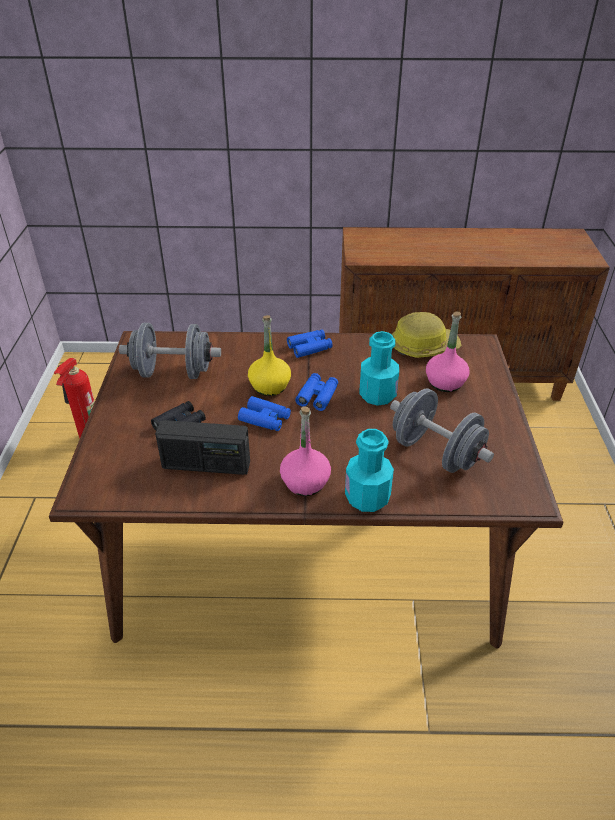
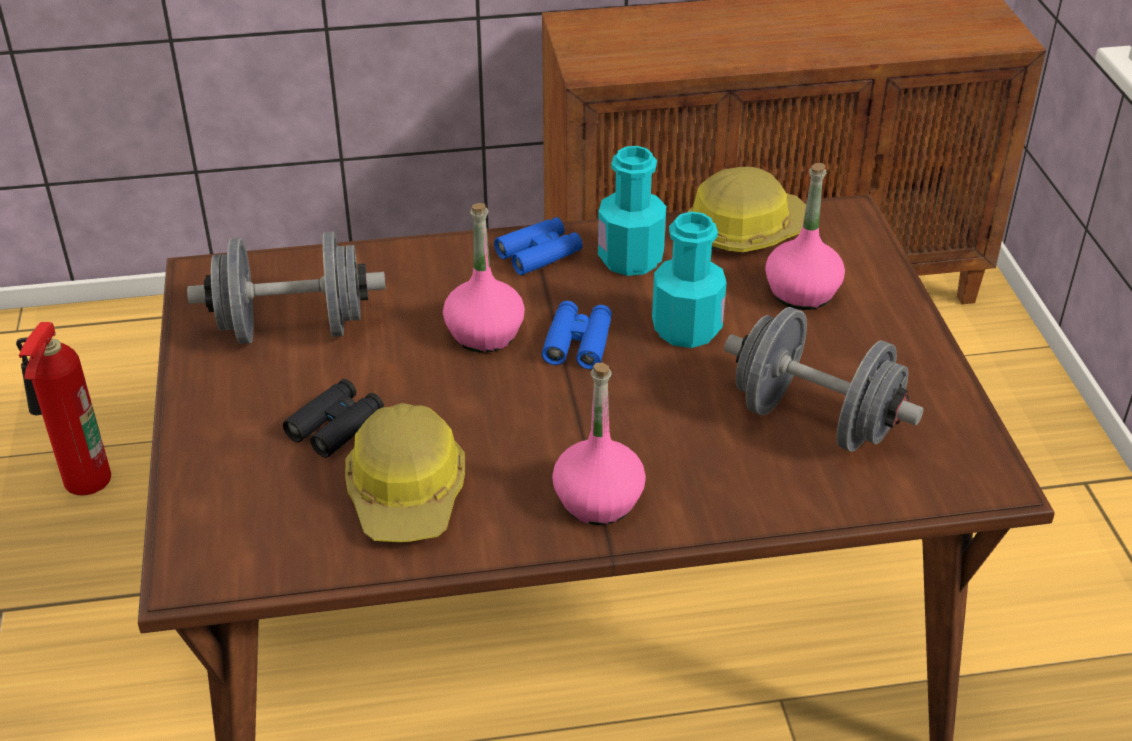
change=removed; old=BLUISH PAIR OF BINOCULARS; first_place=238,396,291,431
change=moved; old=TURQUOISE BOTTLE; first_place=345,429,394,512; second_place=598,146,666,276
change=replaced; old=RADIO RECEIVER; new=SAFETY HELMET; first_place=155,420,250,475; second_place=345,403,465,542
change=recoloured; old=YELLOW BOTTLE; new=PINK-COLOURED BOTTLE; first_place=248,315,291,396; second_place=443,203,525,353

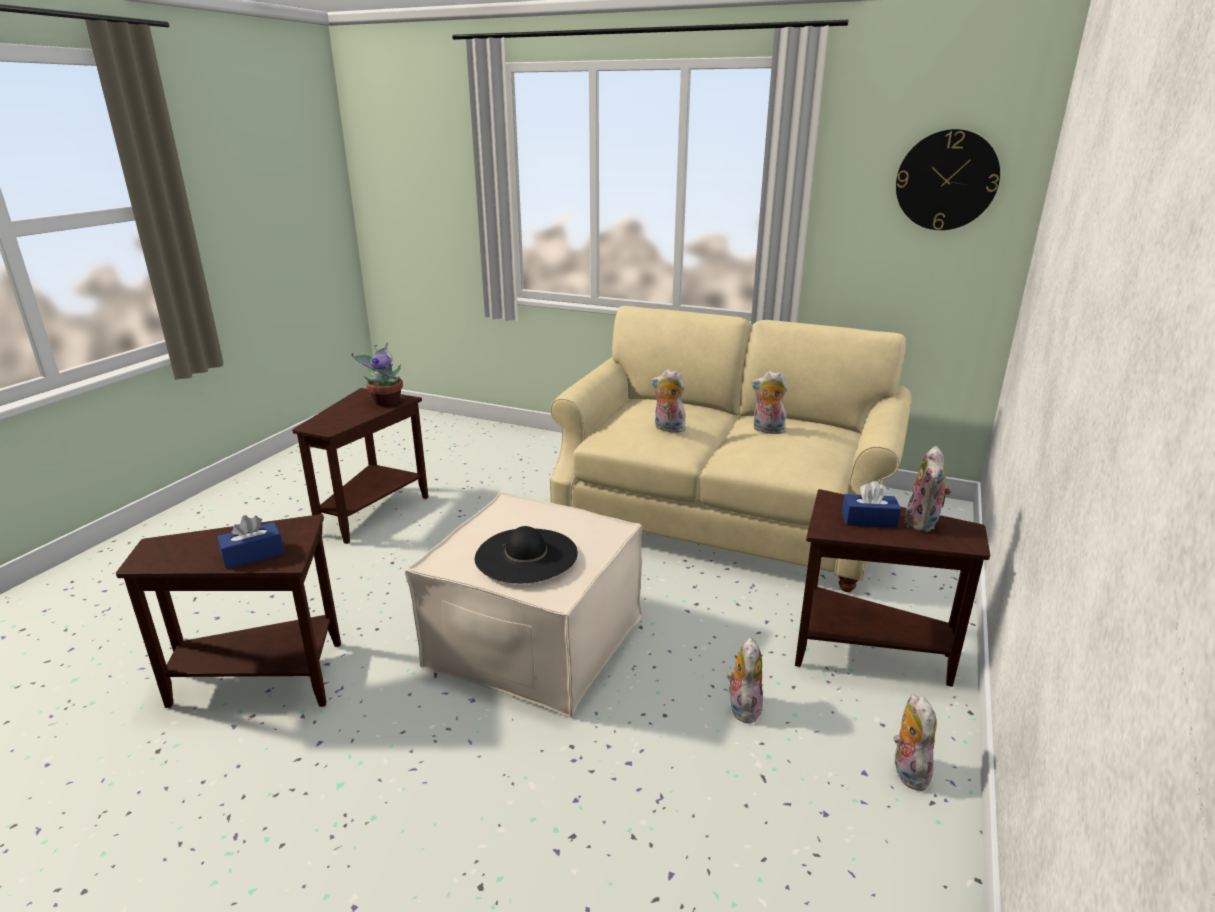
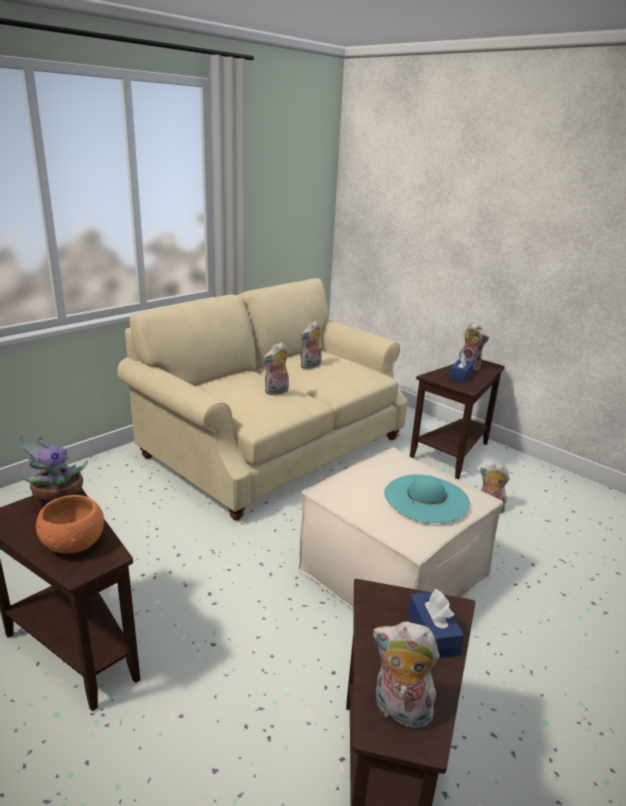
change=removed; old=HANGING CLOCK; first_place=896,129,1000,230
change=added; new=ORANGE SERVING BOWL; second_place=36,495,104,553
change=moved; old=CUDDLY TOY; first_place=893,694,936,791; second_place=373,621,440,731
change=recoloured; old=BLACK CLOTHING HAT; new=TURQUOISE CLOTHING HAT; first_place=475,526,578,583; second_place=384,474,470,523

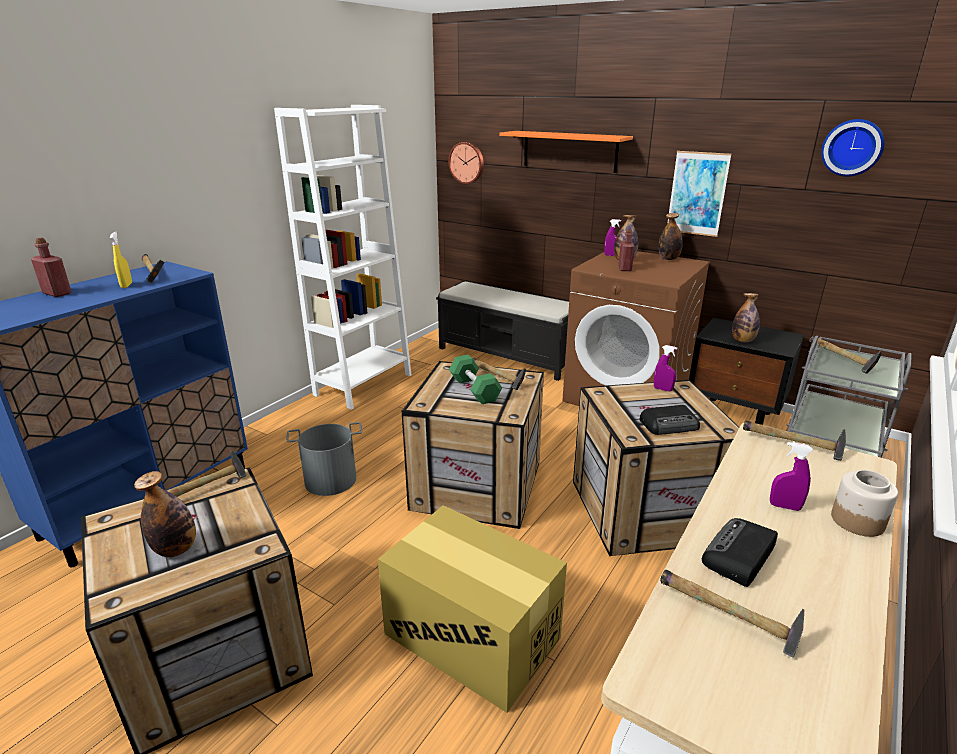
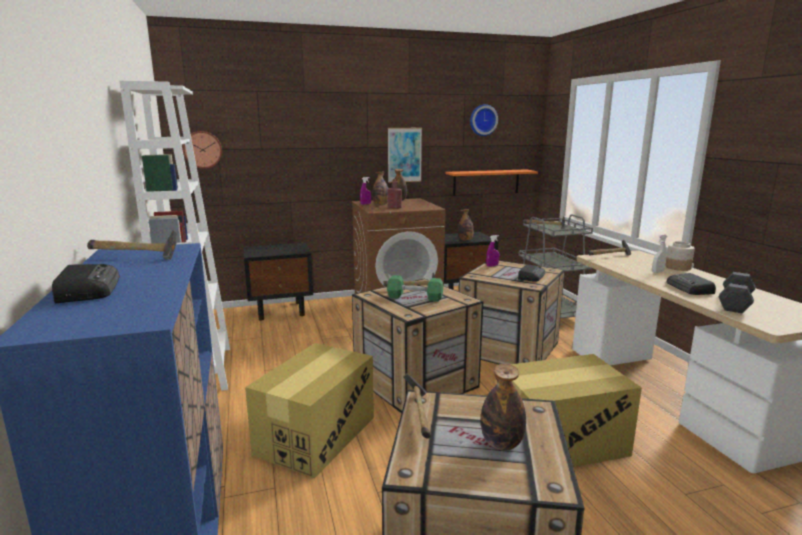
change=removed; old=YELLOW SPRAYER; first_place=110,232,132,288
change=moved; old=ORANGE BRACKET SHELF; first_place=499,131,633,173; second_place=445,169,538,196
change=replaced; old=RED-COLOURED BOTTLE; new=RADIO RECEIVER; first_place=31,238,71,297; second_place=52,264,120,303
change=replaced; old=GREY WATER BUCKET; new=CARDBOARD BOX; first_place=286,422,362,496; second_place=245,343,374,478
change=replaced; old=BLACK LONG SEAT; new=BLACK NIGHTSTAND; first_place=436,281,569,381; second_place=244,243,313,321
change=replaced; old=HAND HAMMER; new=GREY DUMBBELL; first_place=660,570,805,657; second_place=719,272,756,313
change=recoloured; old=PURPLE-COLOURED SPRAYER; new=WHITE-COLOURED SPRAYER; first_place=770,442,813,511; second_place=652,235,667,273

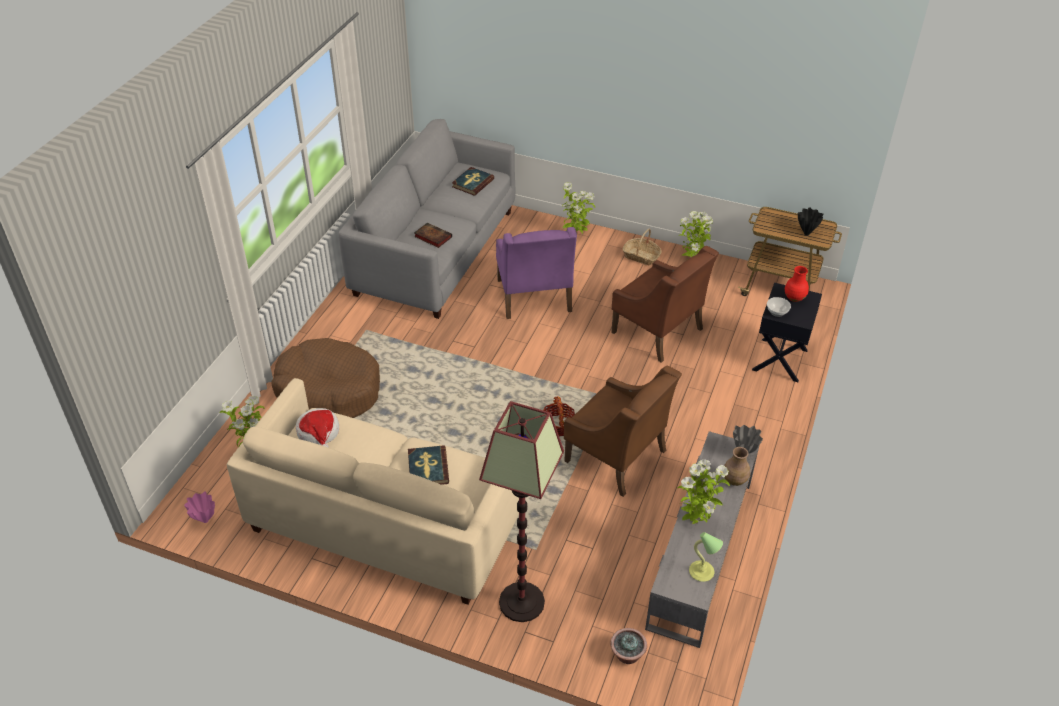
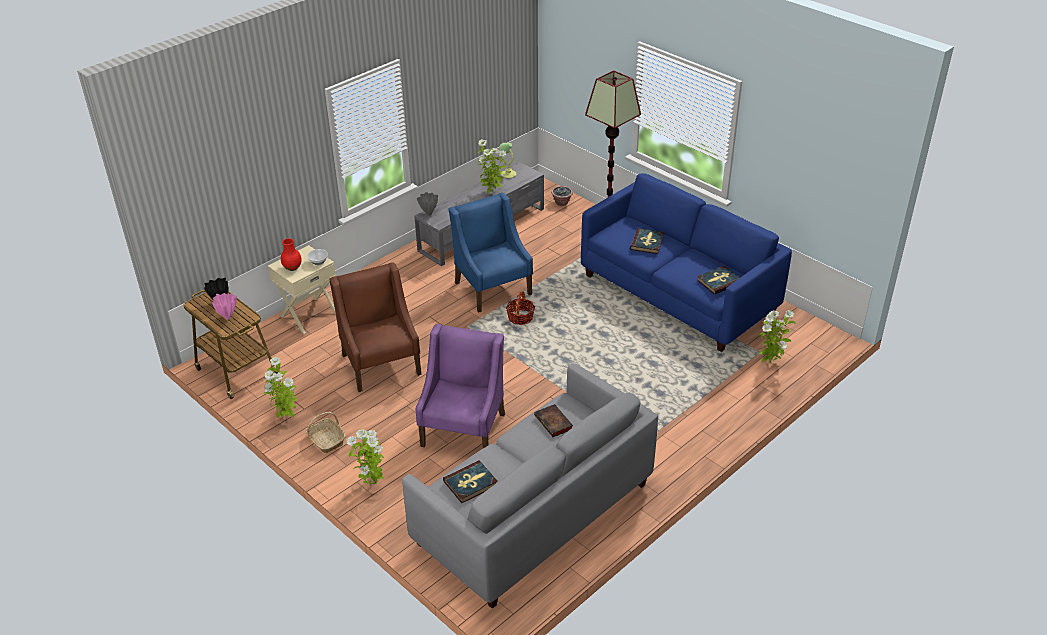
change=removed; old=BROWNISH DOG BED; first_place=271,338,380,418
change=removed; old=BROWNISH VASE; first_place=724,447,750,486
change=moved; old=PINK-COLOURED VASE; first_place=184,491,215,523; second_place=212,293,237,320
change=replaced; old=CLOTHING HAT; new=BOOK; first_place=296,408,339,448; second_place=697,266,740,294
change=recoloured; old=BEIGE-COLOURED SOFA; new=BLUISH SOFA; first_place=227,378,519,605; second_place=581,173,792,352
change=recoloured; old=BROWNISH LOUNGE CHAIR; new=BLUISH LOUNGE CHAIR; first_place=564,365,682,497; second_place=448,193,533,313
change=recoloured; old=BLACK NIGHTSTAND; new=BEIGE-COLOURED NIGHTSTAND; first_place=752,283,822,382; second_place=268,245,336,334

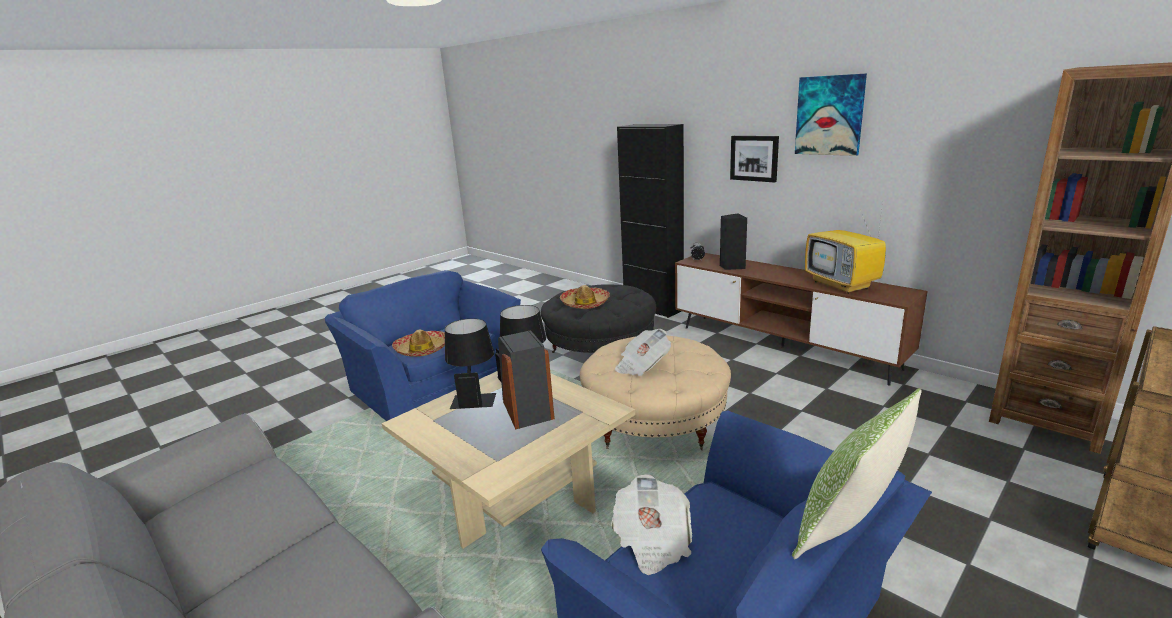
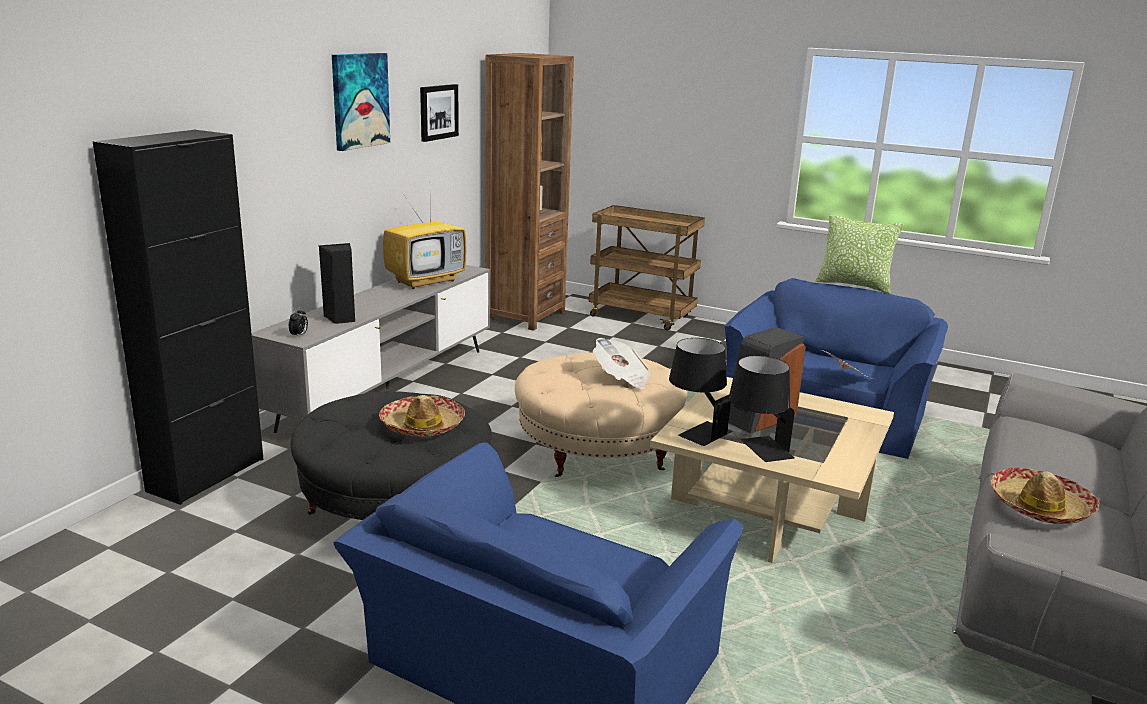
change=moved; old=CLOTHING HAT; first_place=392,330,445,357; second_place=991,467,1099,524
change=moved; old=WALL ART; first_place=730,136,779,183; second_place=420,84,459,142
change=recoloured; old=BROWNISH MEDIA CONSOLE; new=GREY MEDIA CONSOLE; first_place=675,253,928,386; second_place=252,265,490,433

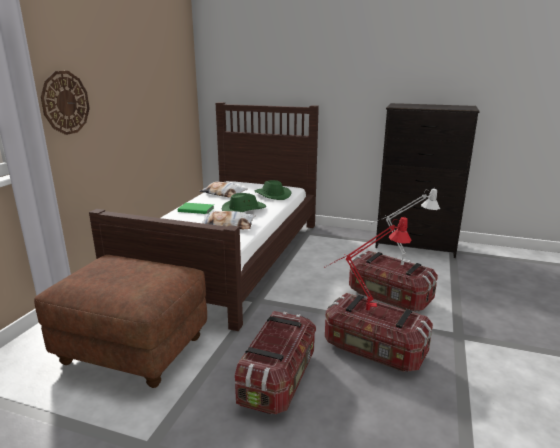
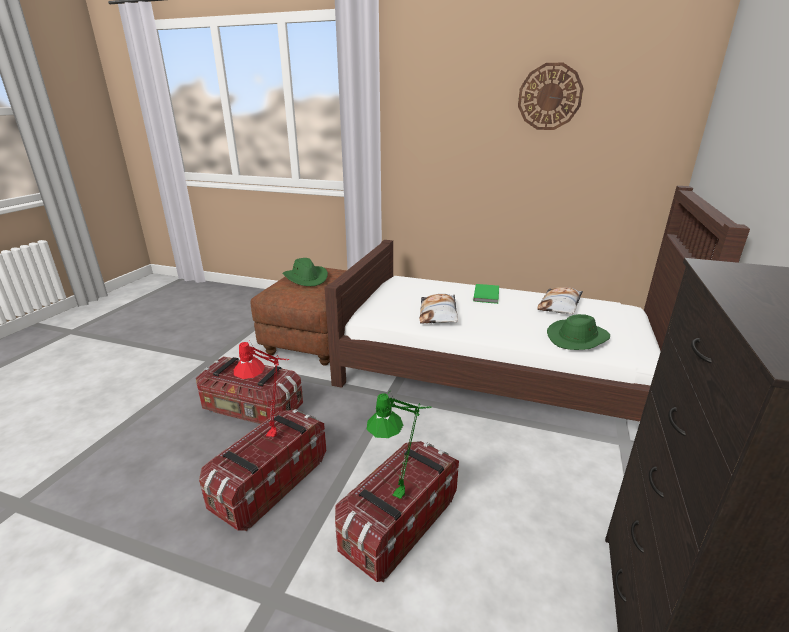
change=moved; old=HANGING CLOCK; first_place=41,71,90,135; second_place=518,63,583,130
change=moved; old=GREENISH CLOTHING HAT; first_place=222,193,266,212; second_place=283,258,328,286
change=recoloured; old=GREY LAMP FOR A TABLE; new=GREENISH LAMP FOR A TABLE; first_place=371,188,440,266; second_place=367,391,432,499

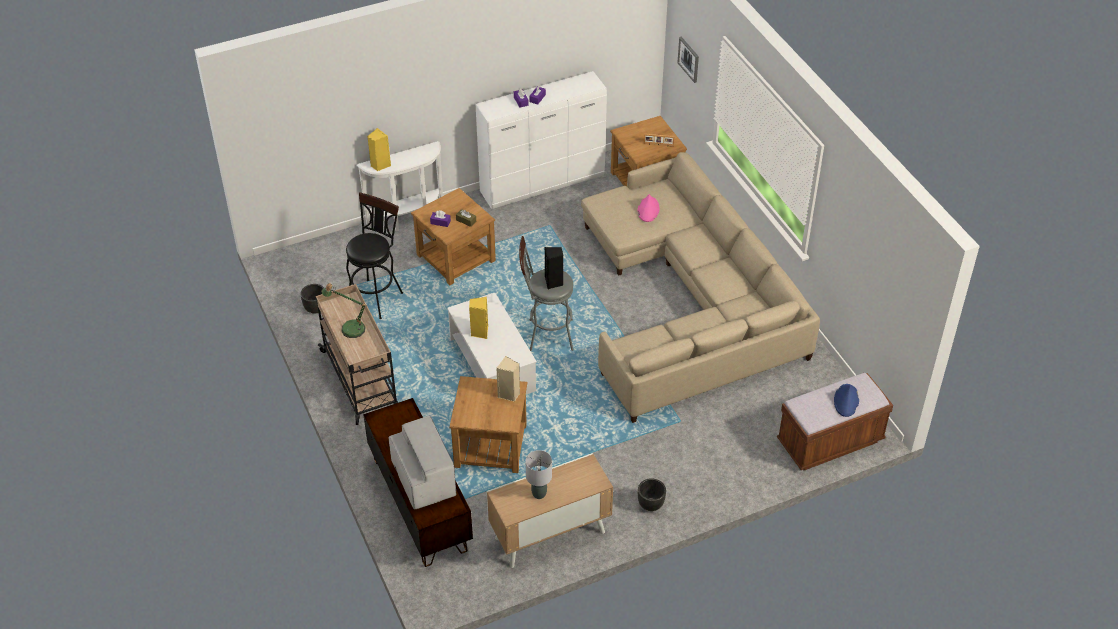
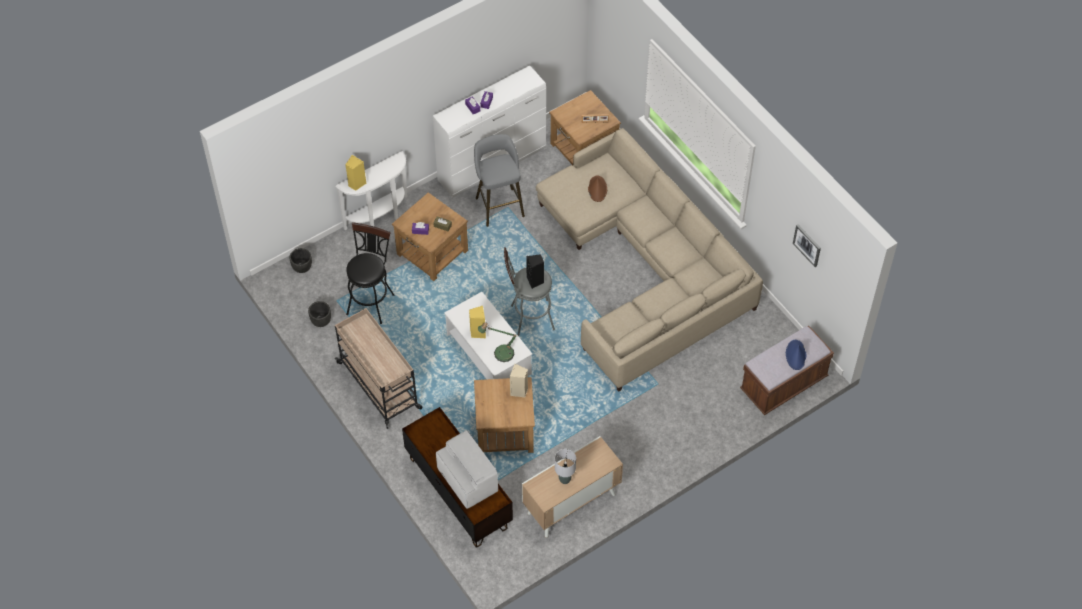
change=added; new=GREY STOOL; second_place=474,134,525,227
change=moved; old=LAMP FOR A TABLE; first_place=322,283,366,338; second_place=478,322,518,362
change=moved; old=BLACK PLANT POT; first_place=638,478,666,511; second_place=290,248,312,273
change=moved; old=WALL ART; first_place=677,37,699,83; second_place=793,224,821,267
change=recoloured; old=PINK-COLOURED CLOTHING HAT; new=BROWNISH CLOTHING HAT; first_place=638,194,659,222; second_place=588,176,607,202

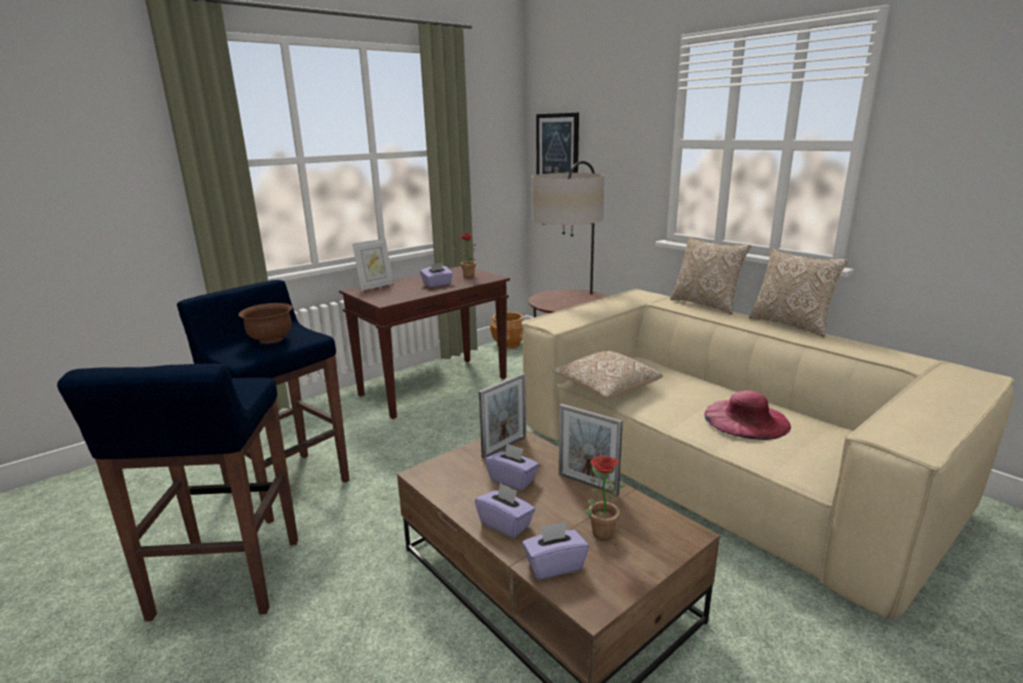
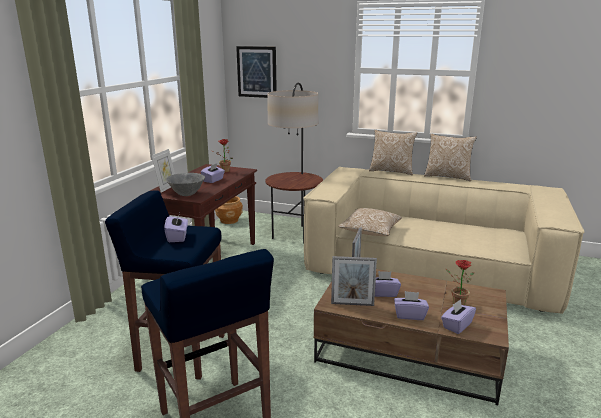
change=removed; old=PINK-COLOURED CLOTHING HAT; first_place=704,390,791,440
change=added; new=GREY SERVING BOWL; second_place=166,173,205,196
change=moved; old=PICTURE FRAME; first_place=559,404,623,495; second_place=331,256,377,306
change=replaced; old=BROWNISH SERVING BOWL; new=PURPLE-COLOURED TISSUE HOLDER; first_place=238,303,292,344; second_place=164,213,188,242

